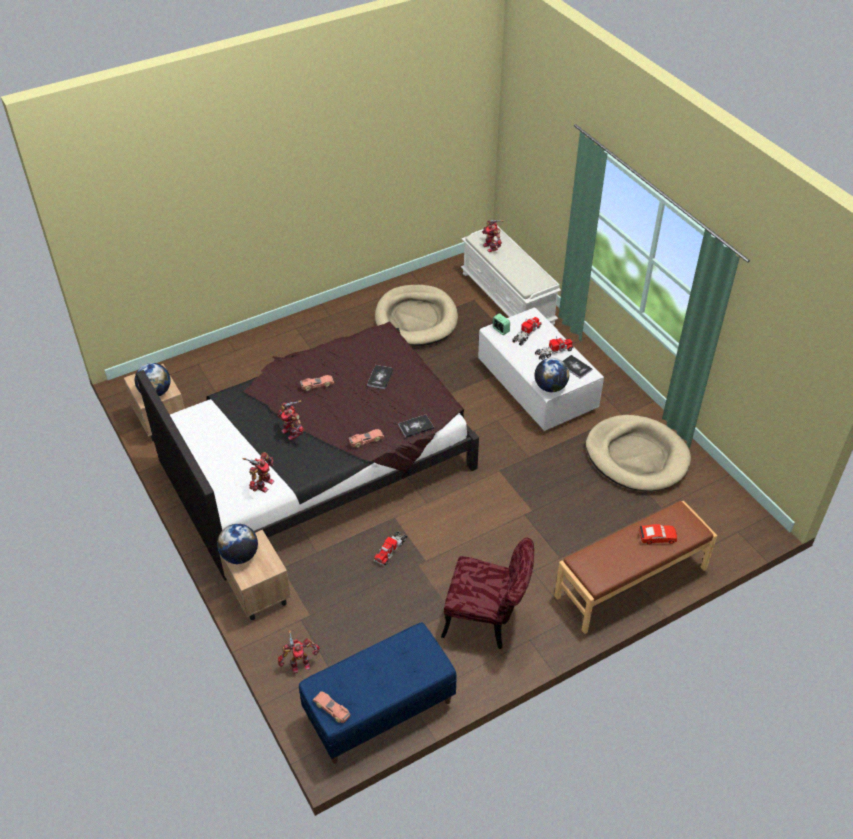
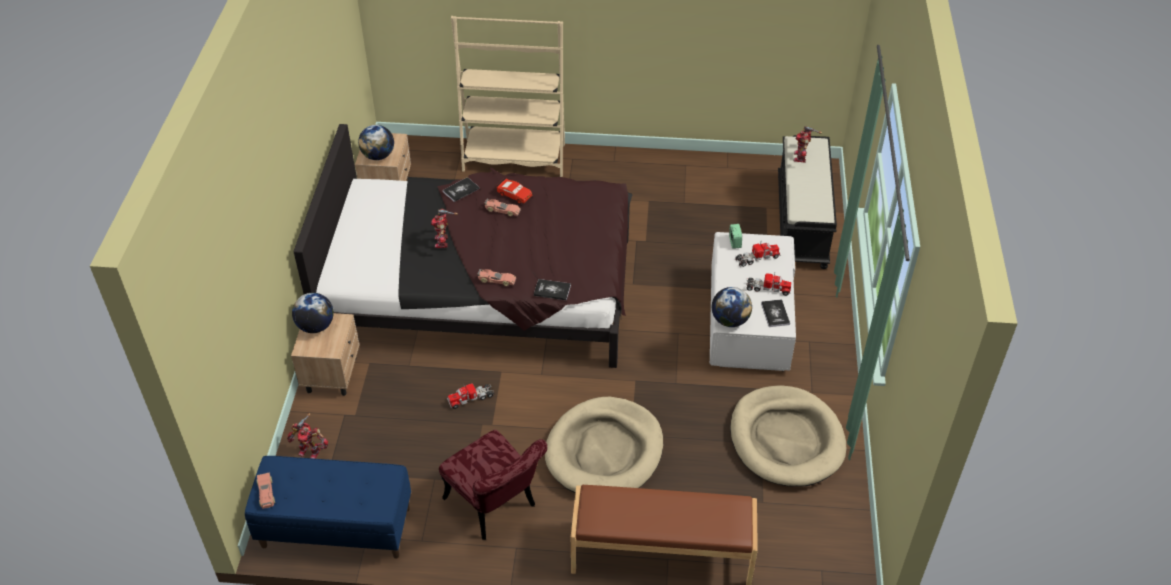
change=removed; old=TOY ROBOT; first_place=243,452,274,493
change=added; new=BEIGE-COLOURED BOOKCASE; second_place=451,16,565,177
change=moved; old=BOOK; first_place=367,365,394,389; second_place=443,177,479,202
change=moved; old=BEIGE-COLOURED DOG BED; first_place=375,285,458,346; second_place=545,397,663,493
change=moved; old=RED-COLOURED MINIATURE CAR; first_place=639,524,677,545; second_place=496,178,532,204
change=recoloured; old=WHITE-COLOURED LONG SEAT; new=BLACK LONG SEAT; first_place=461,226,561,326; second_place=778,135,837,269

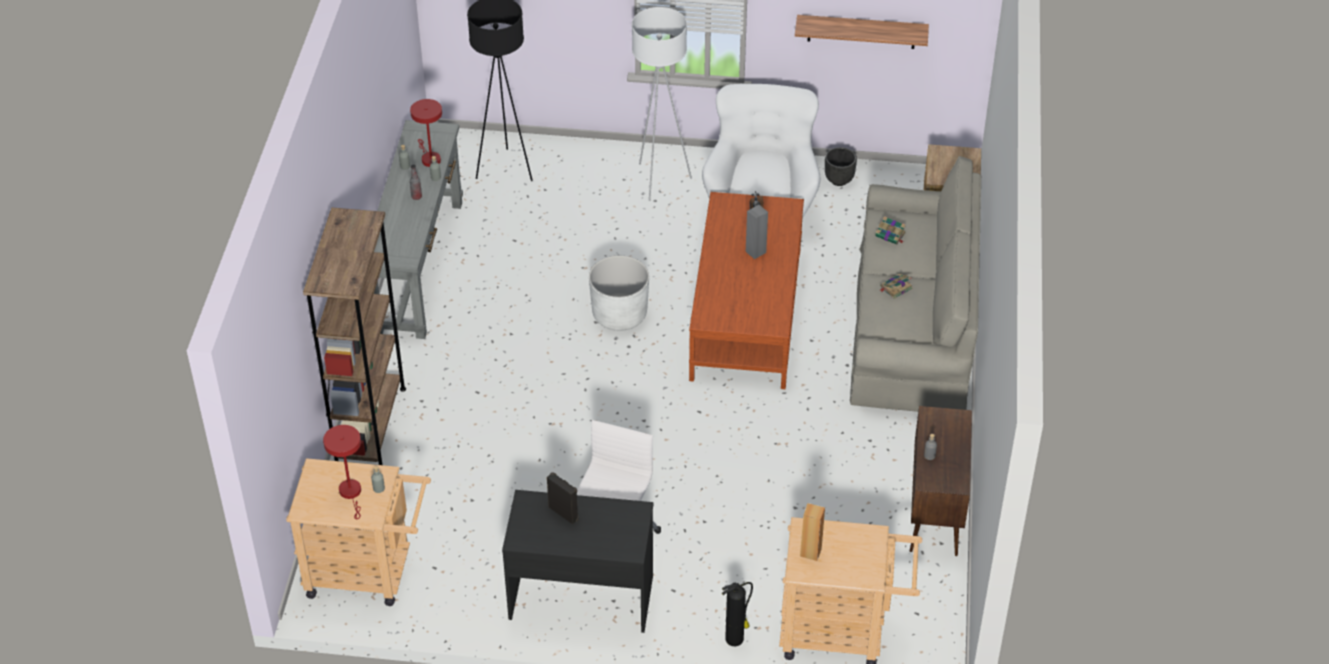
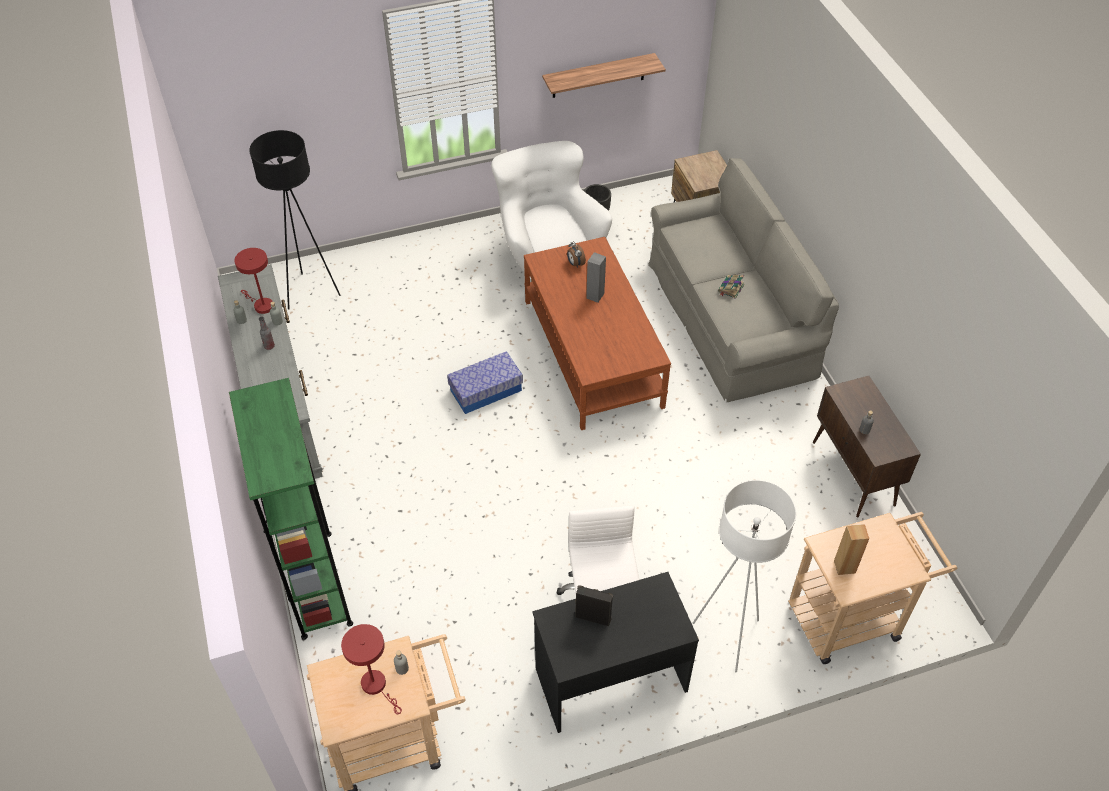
change=removed; old=FIRE-FIGHTING CYLINDER; first_place=722,582,753,646
change=removed; old=BOOK; first_place=875,216,906,244
change=moved; old=WHITE-COLOURED FLOOR LAMP; first_place=632,7,692,201; second_place=693,480,796,673
change=replaced; old=WHITE-COLOURED PLANT POT; new=STORAGE BOX; first_place=589,256,649,331; second_place=447,351,523,414
change=recoloured; old=BROWNISH BOOKCASE; new=GREENISH BOOKCASE; first_place=303,208,406,465; second_place=229,378,353,640

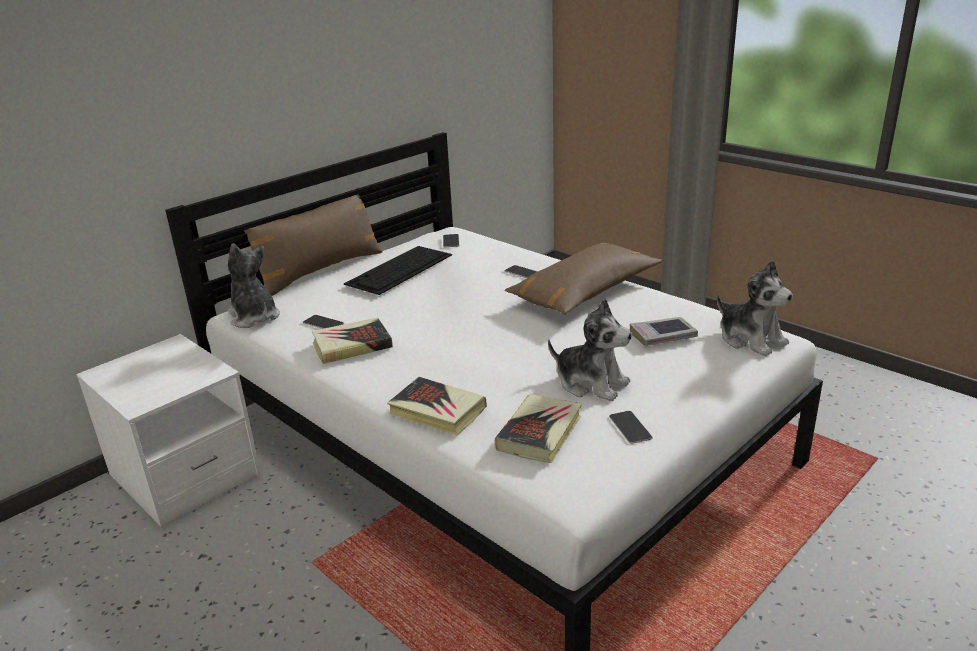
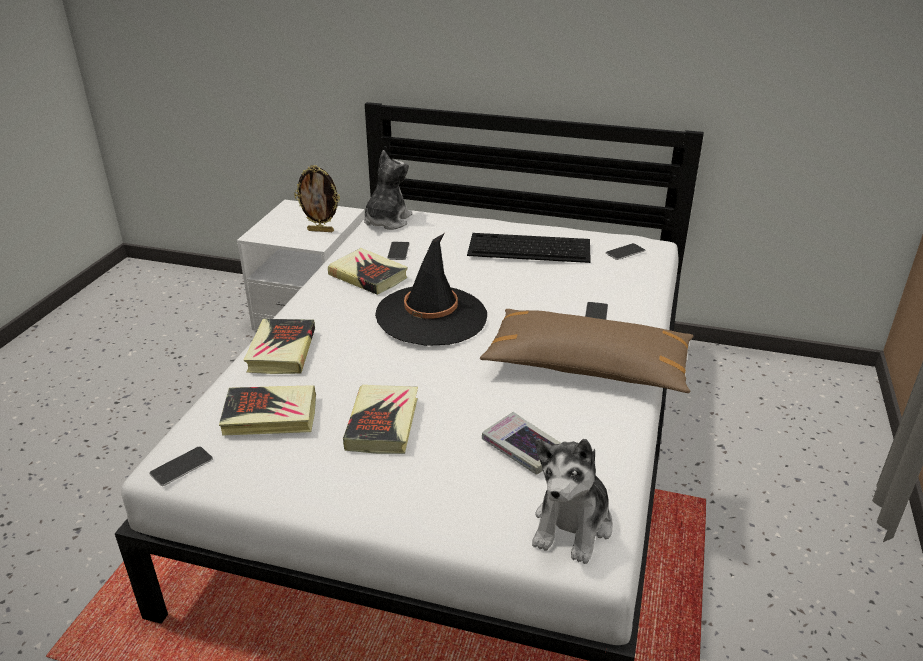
change=removed; old=BROWNISH PILLOW; first_place=243,186,383,296
change=added; new=PICTURE FRAME; second_place=294,165,340,232
change=added; new=BLACK CLOTHING HAT; second_place=375,233,487,346
change=moved; old=PHONE; first_place=609,411,653,444; second_place=149,446,213,486
change=replaced; old=CUDDLY TOY; new=BOOK; first_place=548,298,632,401; second_place=343,385,418,454

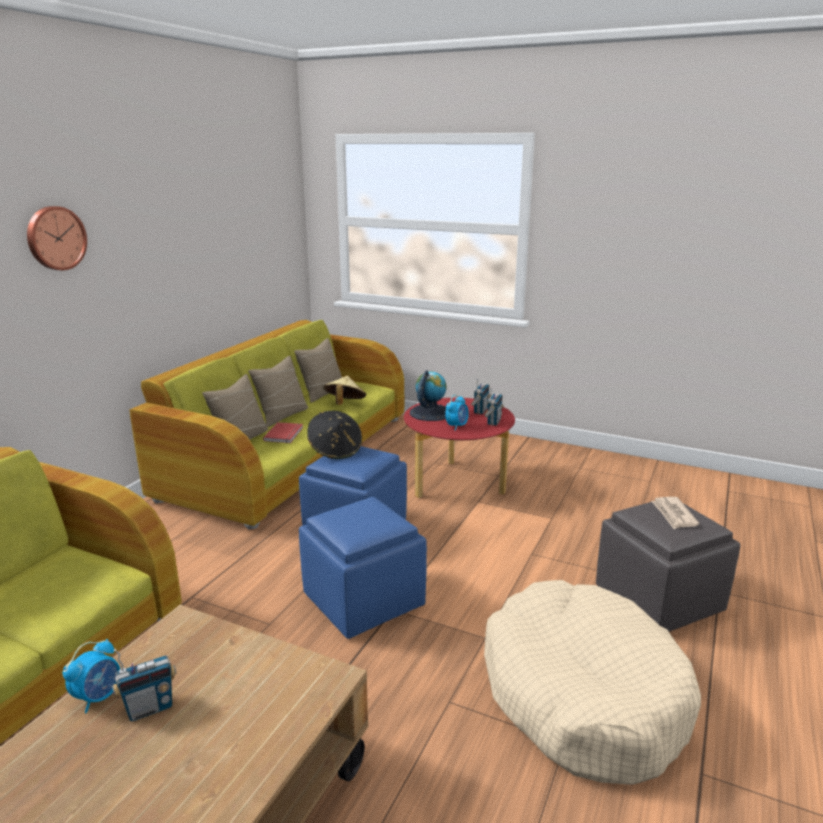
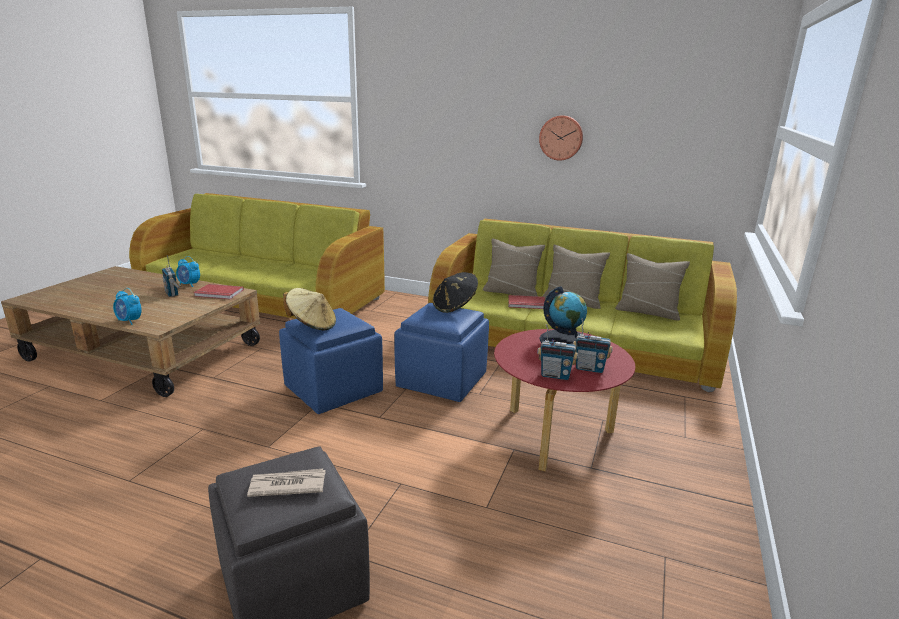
change=removed; old=BEIGE-COLOURED DOG BED; first_place=484,580,701,785
change=added; new=RED-COLOURED BOOK; second_place=194,284,244,299
change=moved; old=HANGING CLOCK; first_place=27,206,87,270; second_place=539,115,583,161
change=moved; old=BEIGE-COLOURED CLOTHING HAT; first_place=323,376,366,405; second_place=283,288,336,330
change=moved; old=TABLE CLOCK; first_place=445,395,469,431; second_place=113,288,142,325

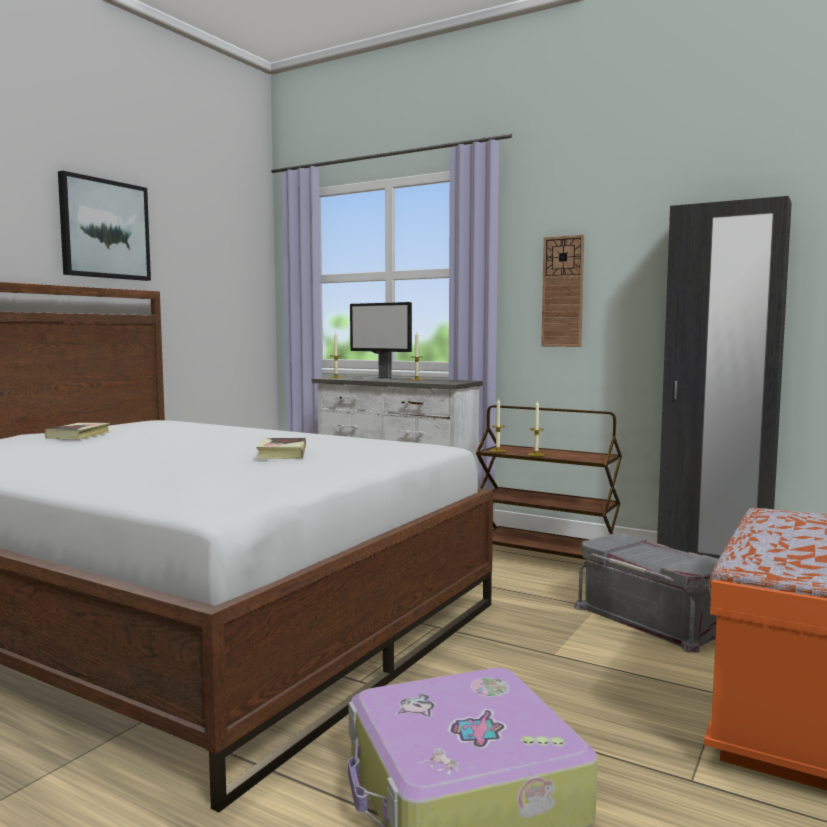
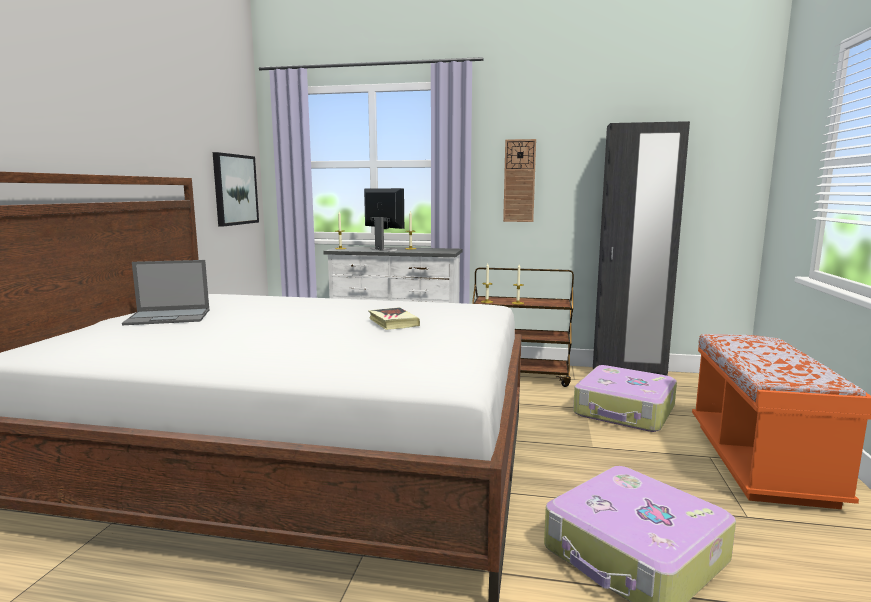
change=moved; old=WALL ART; first_place=58,171,151,281; second_place=213,152,259,226
change=replaced; old=BOOK; new=PORTABLE COMPUTER; first_place=45,423,110,440; second_place=122,260,209,325
change=replaced; old=GREY STORAGE BOX; new=SUITCASE; first_place=574,534,718,653; second_place=573,365,677,432
change=turned; old=COMPUTER DISPLAY; first_place=350,302,412,380; second_place=364,188,404,251; degrees=-150

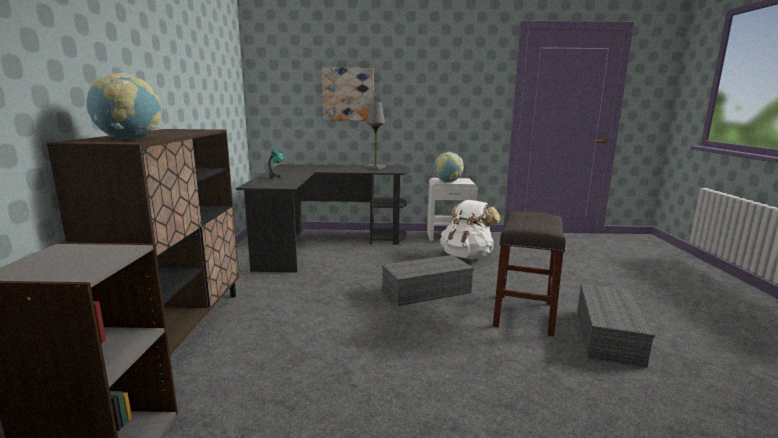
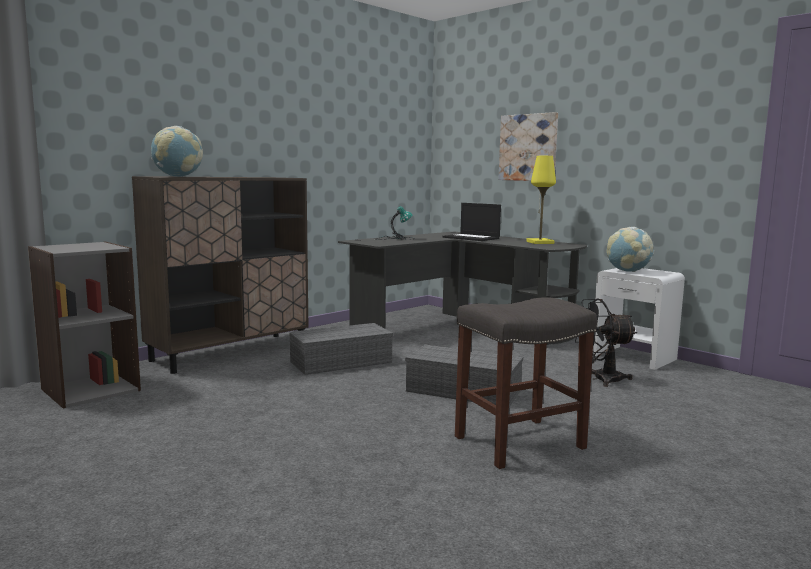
change=added; new=PORTABLE COMPUTER; second_place=442,203,501,241
change=moved; old=GREY STORAGE BOX; first_place=577,284,655,368; second_place=289,323,393,375
change=replaced; old=WHITE-COLOURED BACKPACK; new=BLACK FAN; first_place=440,200,500,259; second_place=575,299,637,387
change=recoloured; old=GREY LAMP FOR A TABLE; new=YELLOW LAMP FOR A TABLE; first_place=365,102,386,169; second_place=526,156,556,244

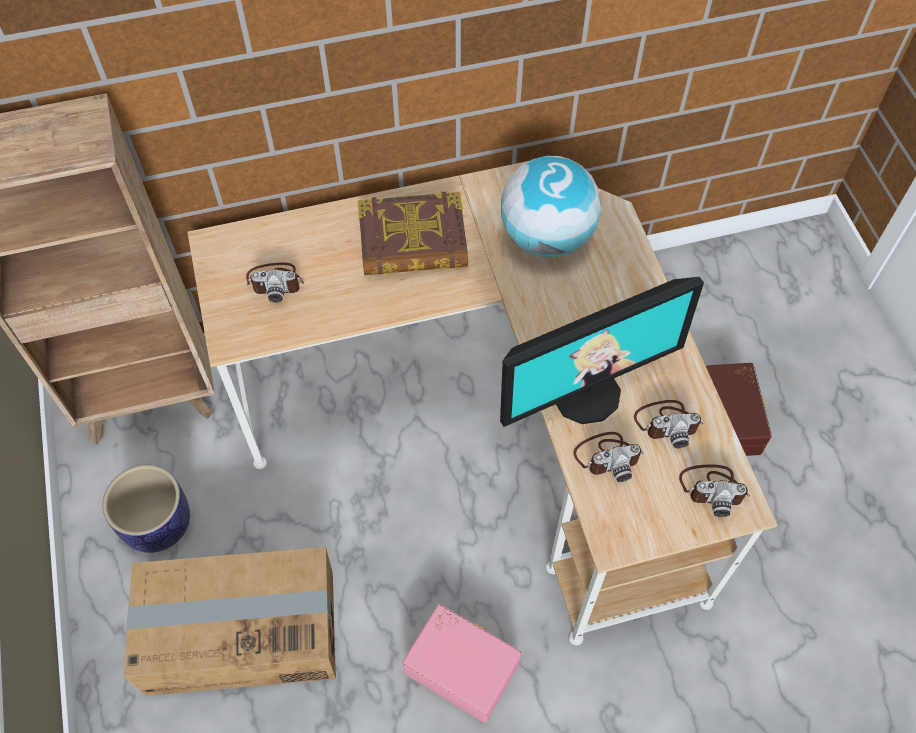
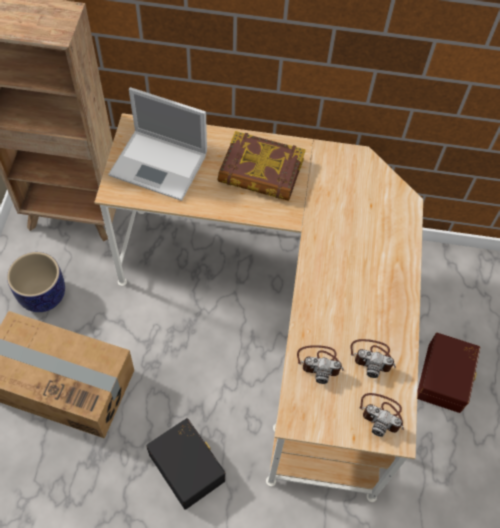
change=removed; old=COMPUTER DISPLAY; first_place=500,277,704,427
change=removed; old=WORLD GLOBE; first_place=501,156,601,257
change=replaced; old=PHOTO CAMERA; new=PORTABLE COMPUTER; first_place=246,262,304,303; second_place=108,87,207,201
change=recoloured; old=PINK-COLOURED STORAGE BOX; new=BLACK STORAGE BOX; first_place=403,604,521,723; second_place=146,418,225,510

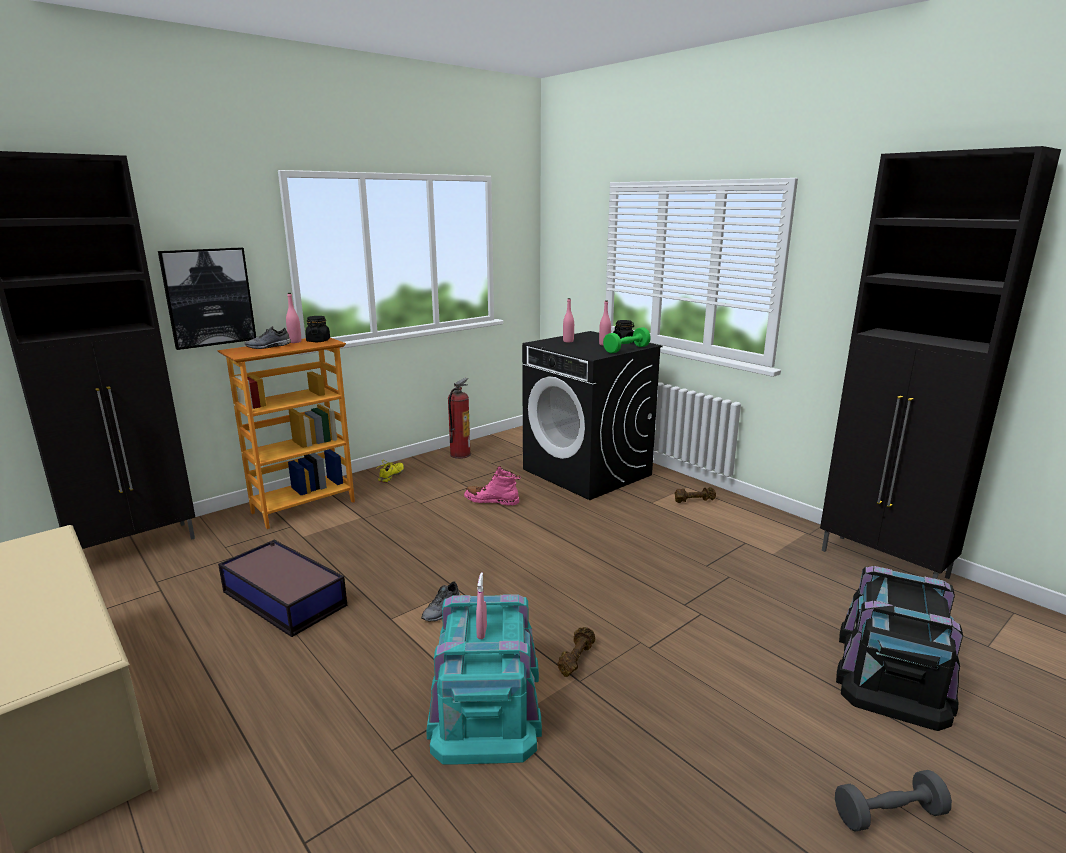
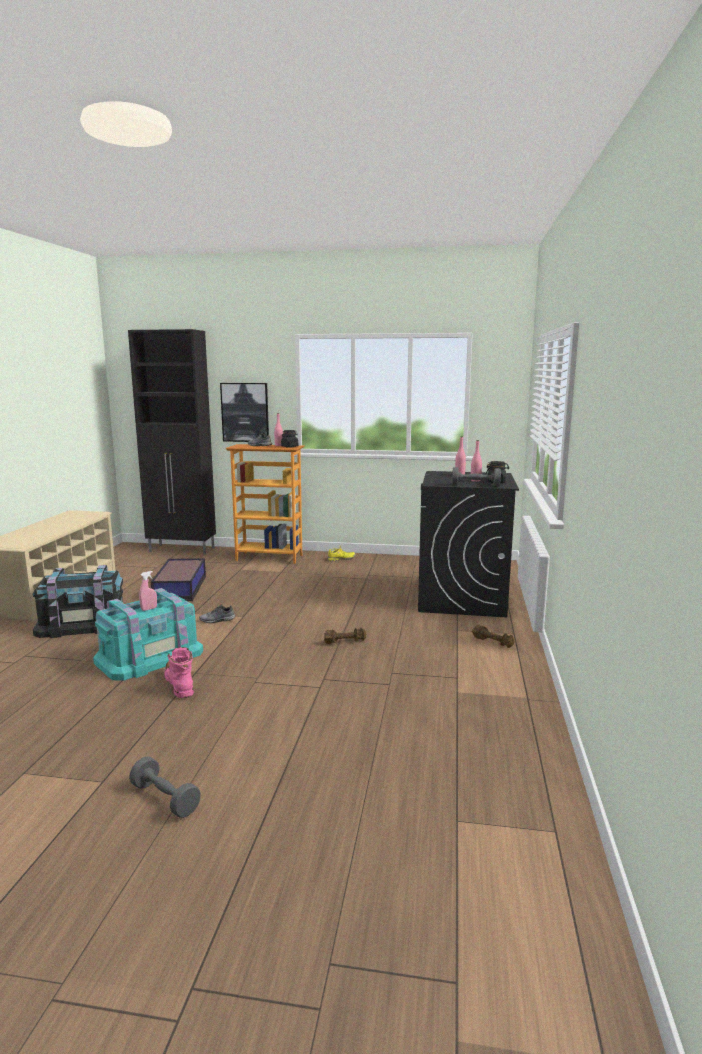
change=removed; old=FIRE-FIGHTING CYLINDER; first_place=448,378,471,459
change=removed; old=BLACK CUPBOARD; first_place=820,146,1061,579
change=moved; old=PINK-COLOURED TALL BOOT; first_place=464,466,521,505; second_place=165,647,194,698
change=moved; old=BROWNISH DUMBBELL; first_place=558,627,595,677; second_place=324,628,366,644
change=moved; old=BLACK STORAGE BOX; first_place=836,566,963,731; second_place=33,565,123,638
change=recoloured; old=GREENISH DUMBBELL; new=GREY DUMBBELL; first_place=603,327,651,353; second_place=452,467,501,487

